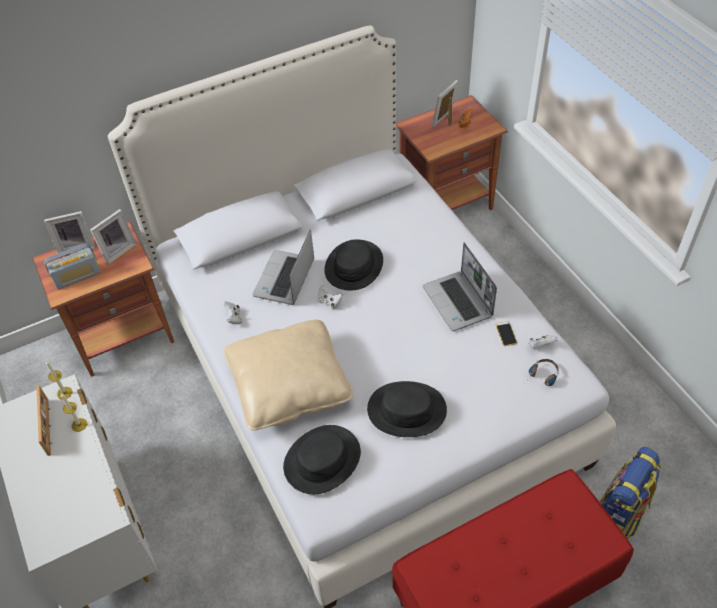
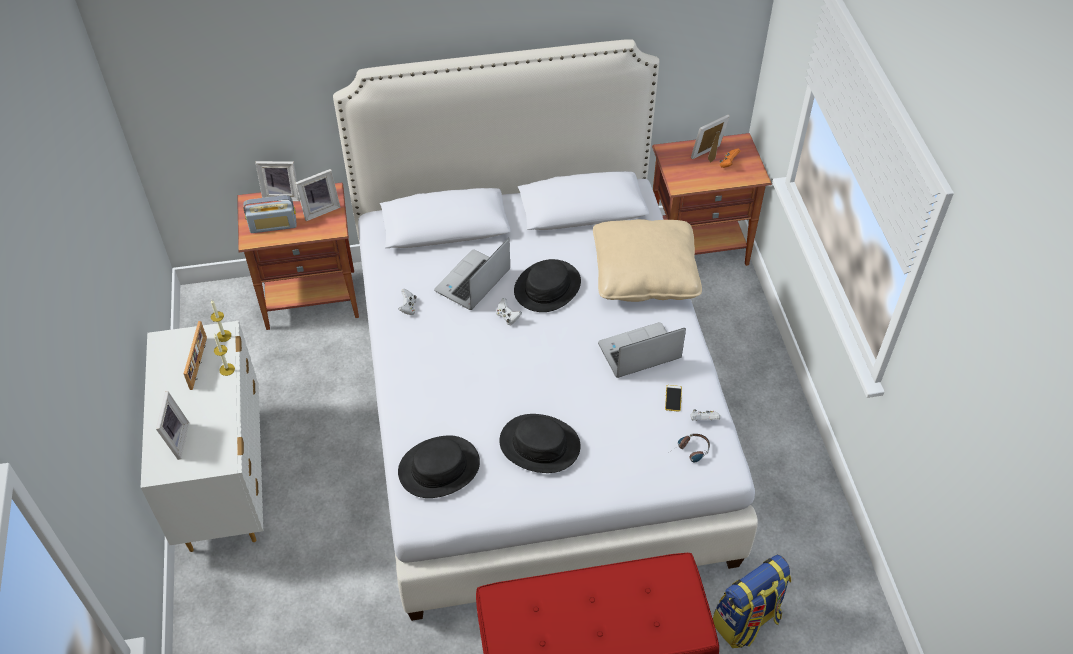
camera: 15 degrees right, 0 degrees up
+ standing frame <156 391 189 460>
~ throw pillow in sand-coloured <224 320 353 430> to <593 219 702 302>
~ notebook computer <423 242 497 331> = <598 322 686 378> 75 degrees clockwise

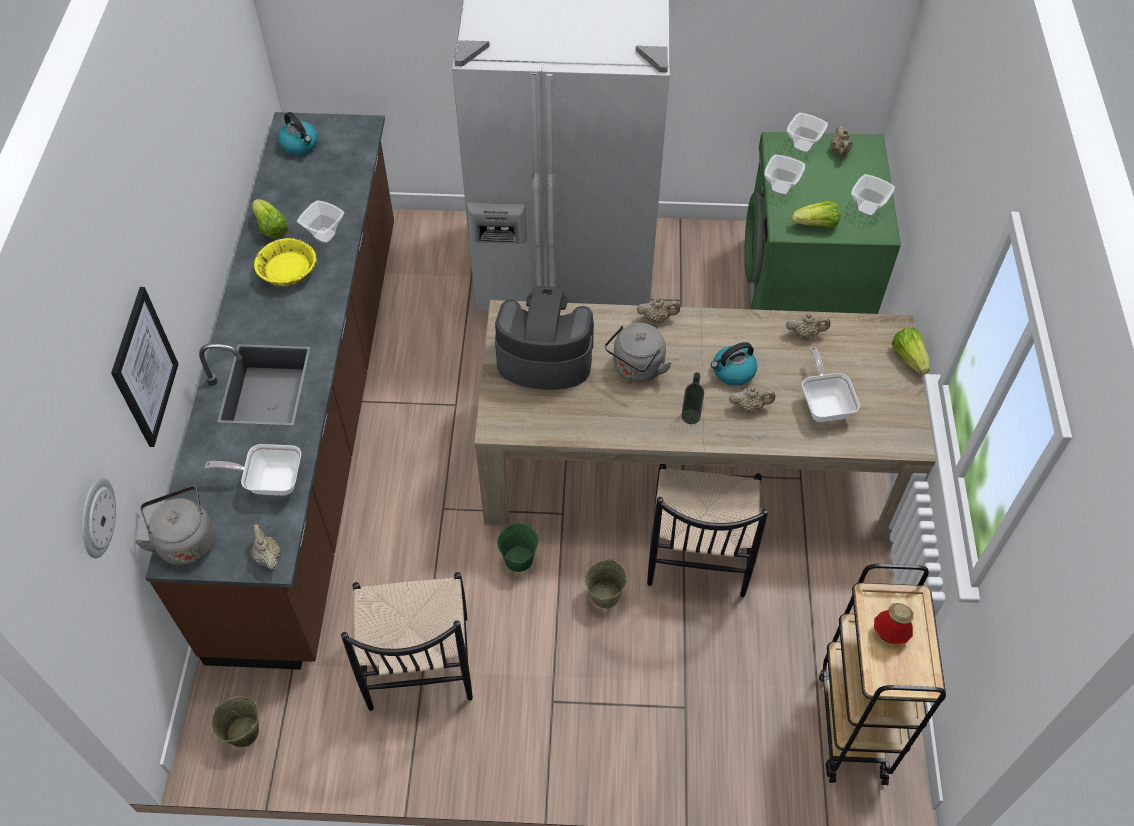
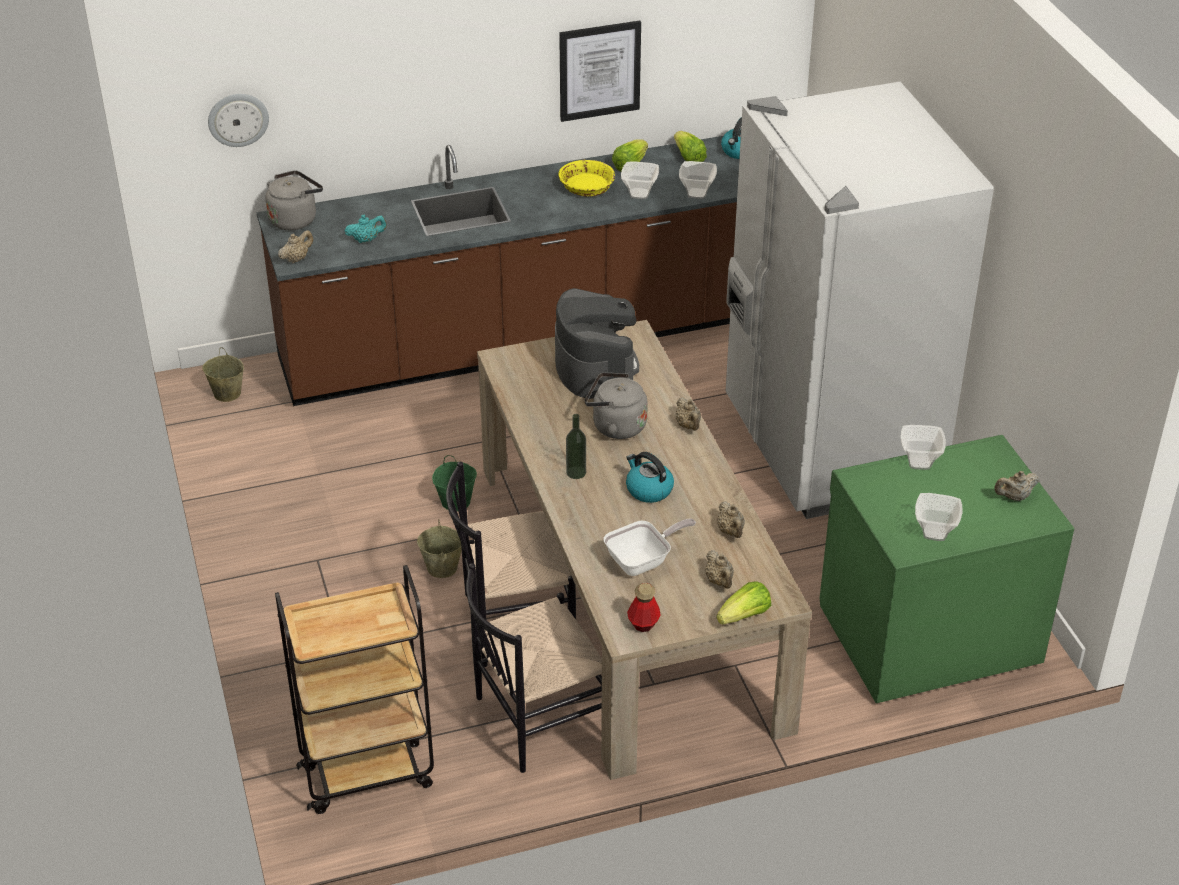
camera: 70 degrees right, 15 degrees down
~ wall art <111 287 178 447> to <559 21 641 122>
~ upright chair in blackish <341 572 473 711> to <466 563 602 773>
~ teapot in sand-coloured <729 387 775 413> to <706 550 734 589>
~ bowl <787 113 828 153> to <679 161 717 199>
~ head of lettuce <792 200 841 228> to <674 131 707 162>
~ drink bottle <874 603 913 644> to <627 583 661 632>
~ skillet <205 444 301 496> to teapot in blue-green <345 214 387 243>

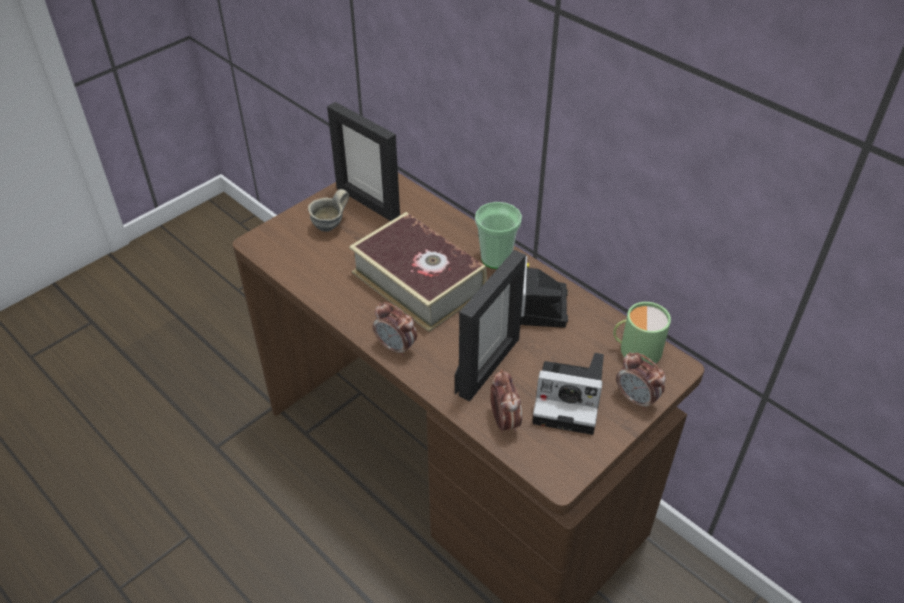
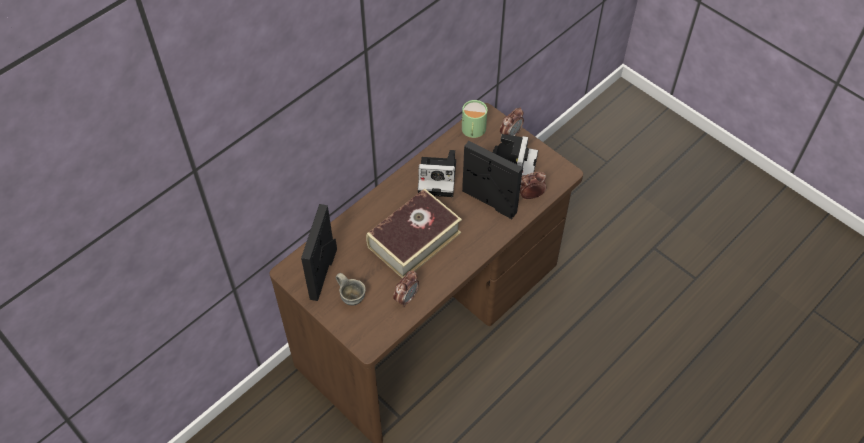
camera: 90 degrees left, 10 degrees up
- cup <475 202 522 269>
~ alarm clock <373 302 417 357> to <393 270 419 307>
~ standing frame <327 102 400 221> = <301 204 337 301> 150 degrees clockwise

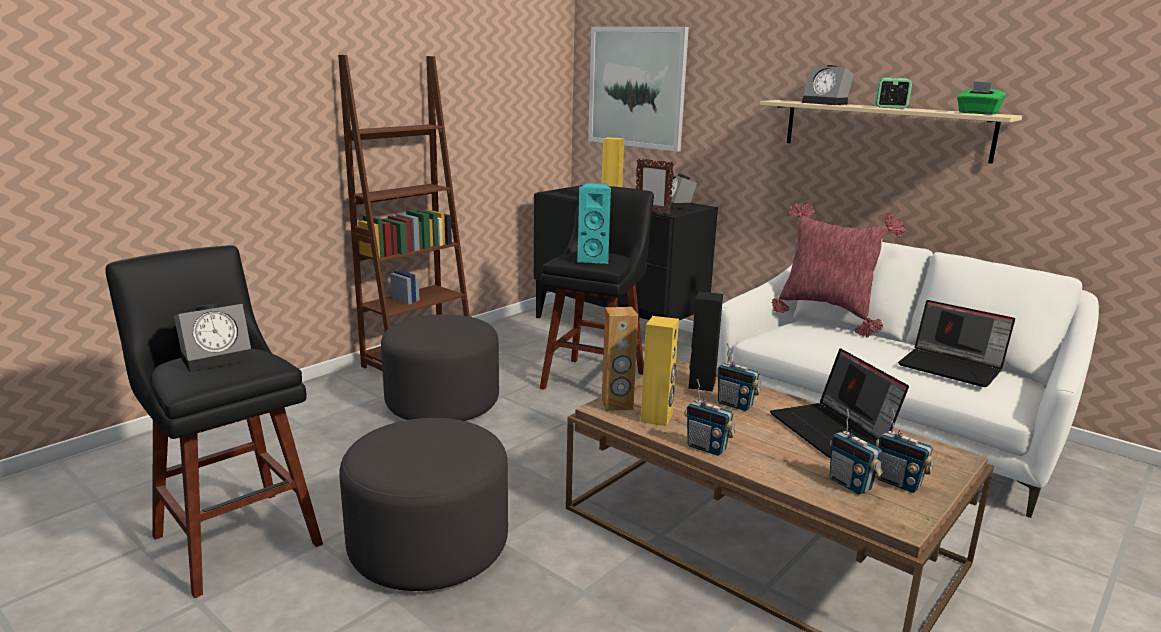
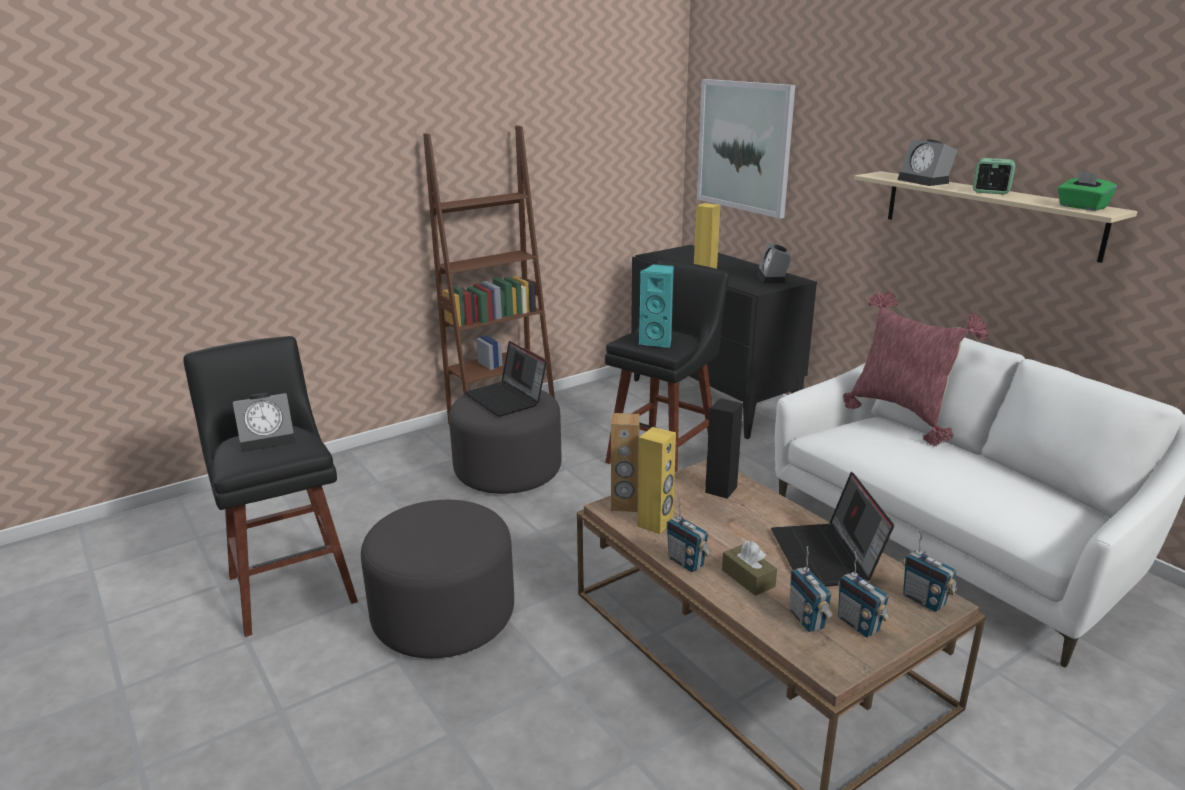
camera: 15 degrees right, 5 degrees up
- standing frame <636 158 674 215>
+ tissue box in brown-coloured <722 540 777 596>
~ radio receiver <715 343 761 411> to <902 530 957 612>
~ notebook computer <898 300 1015 387> to <465 341 547 417>

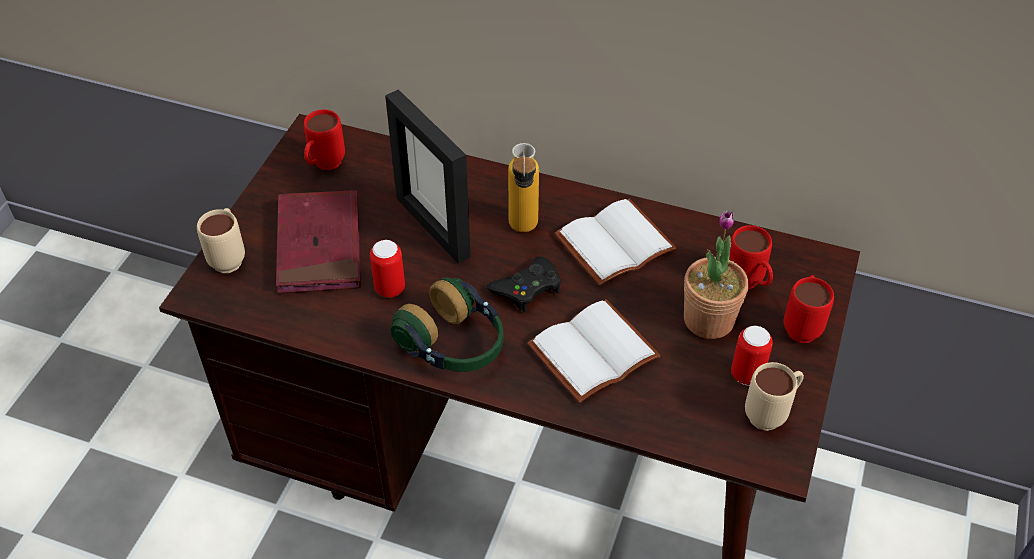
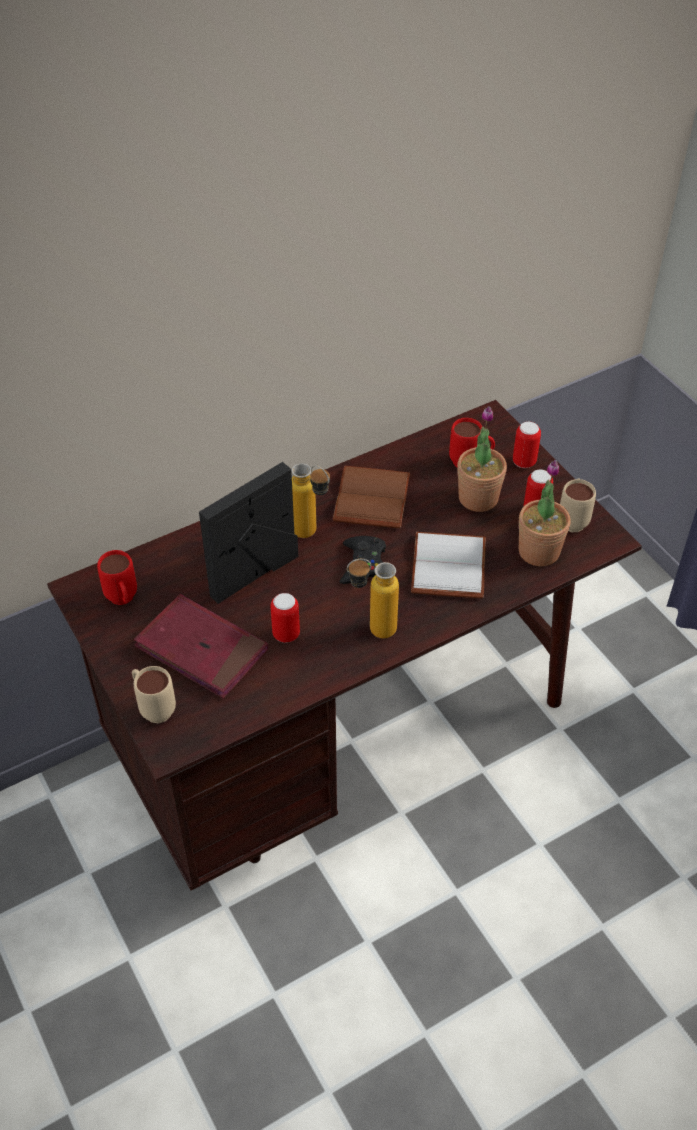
camera: 50 degrees left, 0 degrees up
+ potted plant <519 460 570 566>
~ headphones <391 278 504 372> to drink bottle <347 559 399 639>
~ tea mug in red-coloured <784 275 834 343> to metal can <513 422 541 468>
~ book in white <554 199 677 286> to book in brown-coloured <333 466 410 528>
~ standing frame <385 89 471 264> = <199 462 298 604> 135 degrees clockwise

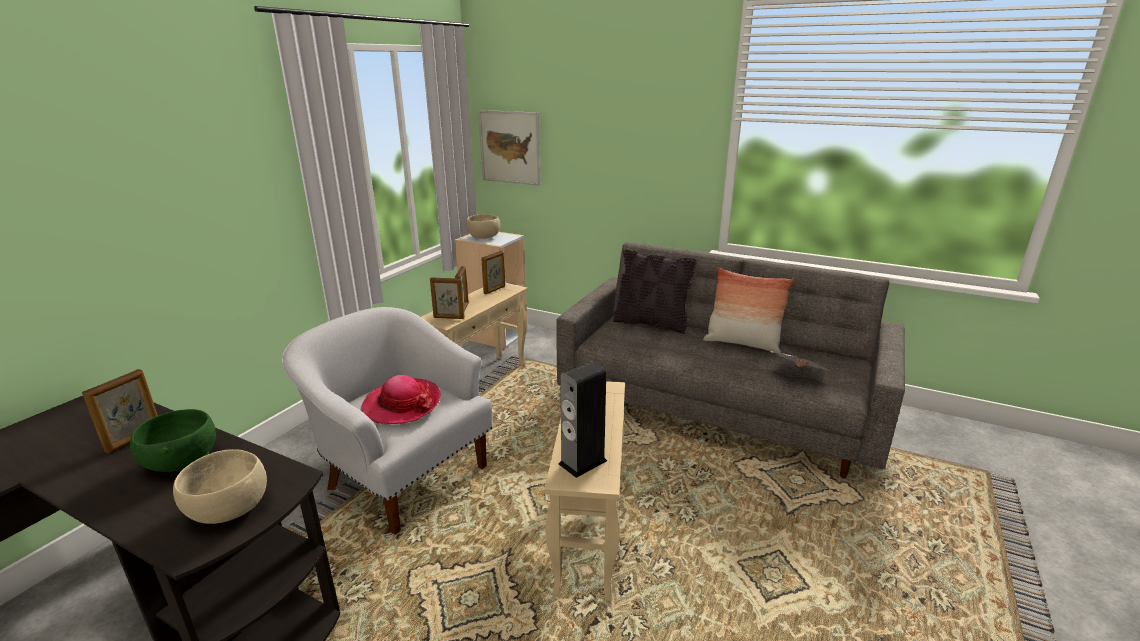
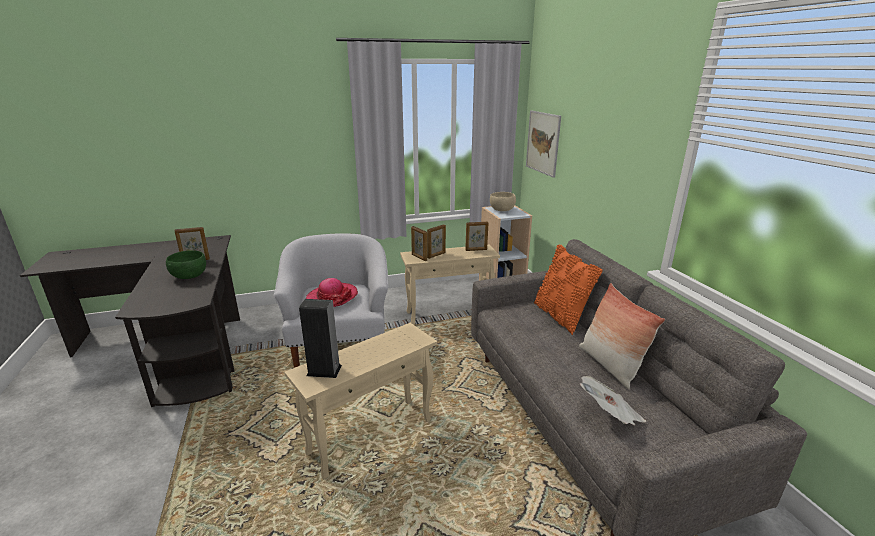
camera: 45 degrees right, 0 degrees up
- bowl in sand-coloured <173 449 267 524>
~ throw pillow in blackish <613 249 697 334> to throw pillow in orange-coloured <534 244 602 335>

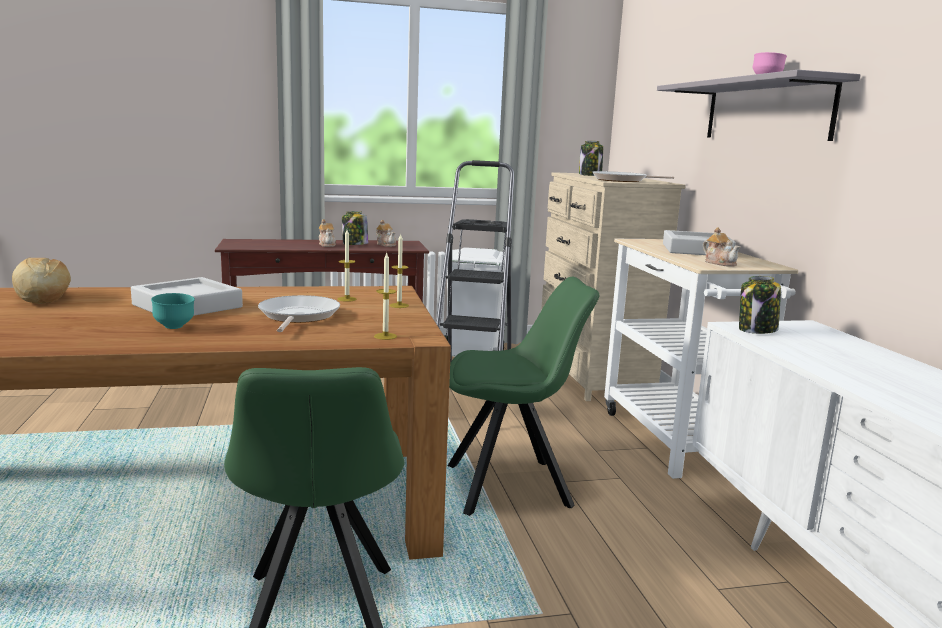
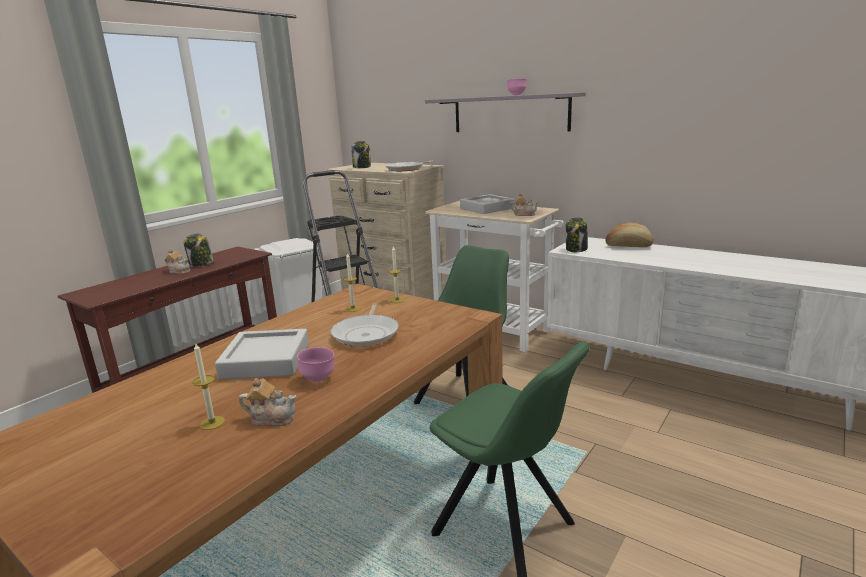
camera: 40 degrees left, 5 degrees up
~ baked bread <12 258 71 304> to <606 223 653 247>
~ candle <374 253 397 340> to <193 342 225 430>
~ teapot <376 220 397 247> to <239 378 296 426>
~ bowl in blue-green <151 293 195 329> to bowl in pink-coloured <297 347 334 382>
~ skillet <258 295 340 332> = <331 303 399 347> 135 degrees counterclockwise

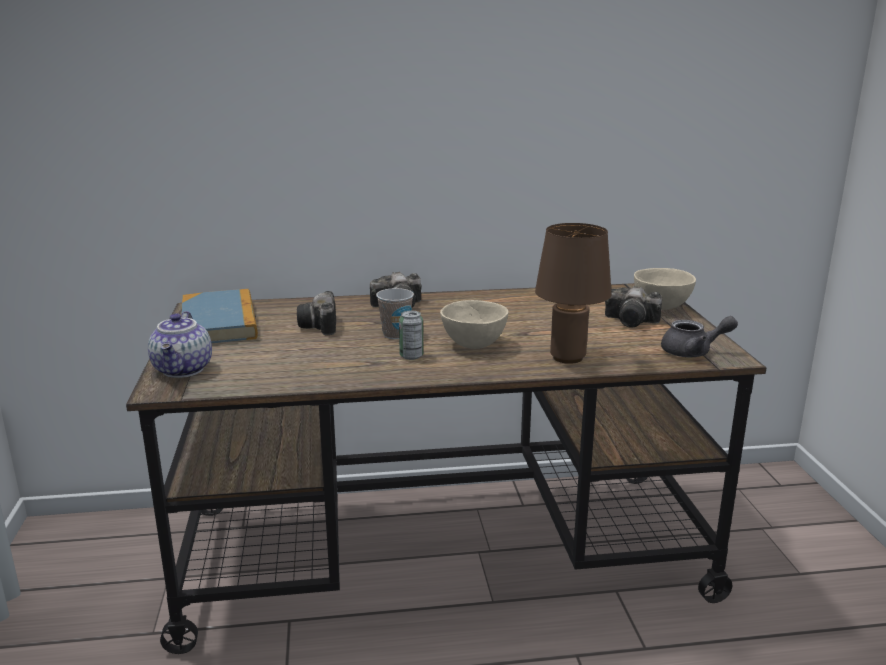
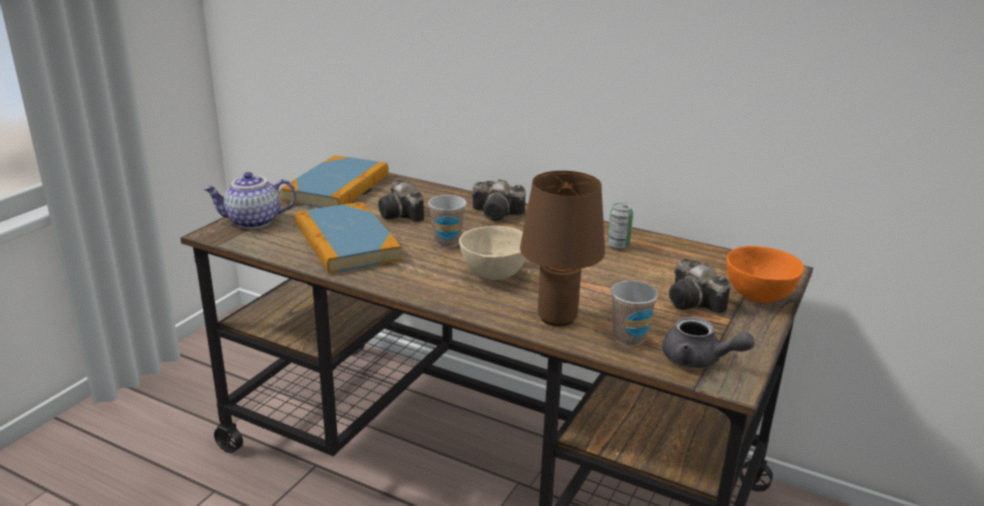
camera: 35 degrees right, 5 degrees up
+ book <295 202 401 274>
+ cup <611 281 658 346>
~ metal can <399 310 423 360> to <607 203 633 249>
~ bowl in sand-coloured <634 268 696 310> to bowl in orange-coloured <727 246 804 303>
~ teapot <148 311 212 378> = <203 172 297 229> 45 degrees clockwise
~ photo camera <297 291 336 335> = <378 180 424 223> 60 degrees counterclockwise

